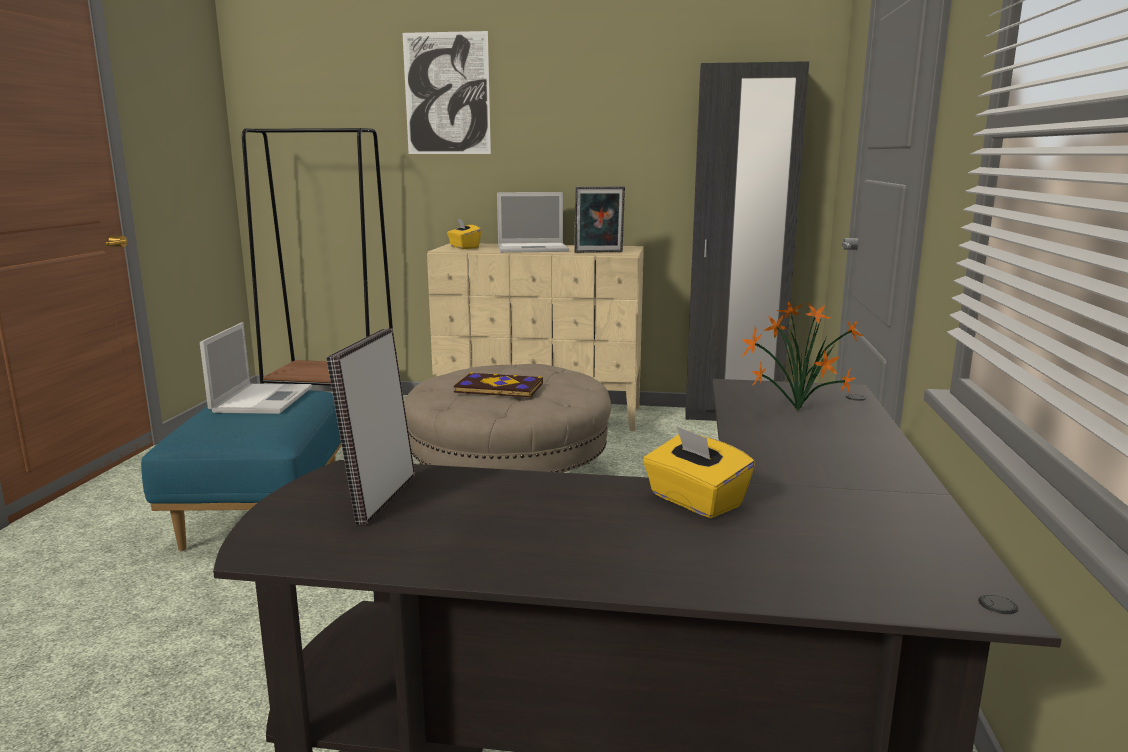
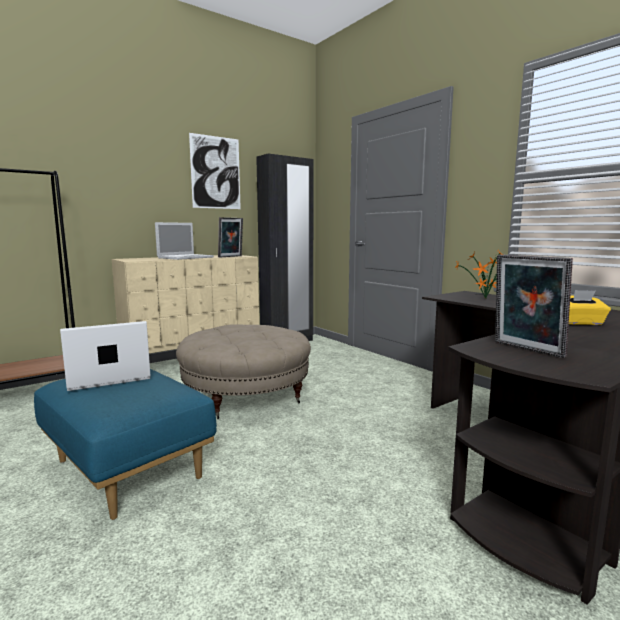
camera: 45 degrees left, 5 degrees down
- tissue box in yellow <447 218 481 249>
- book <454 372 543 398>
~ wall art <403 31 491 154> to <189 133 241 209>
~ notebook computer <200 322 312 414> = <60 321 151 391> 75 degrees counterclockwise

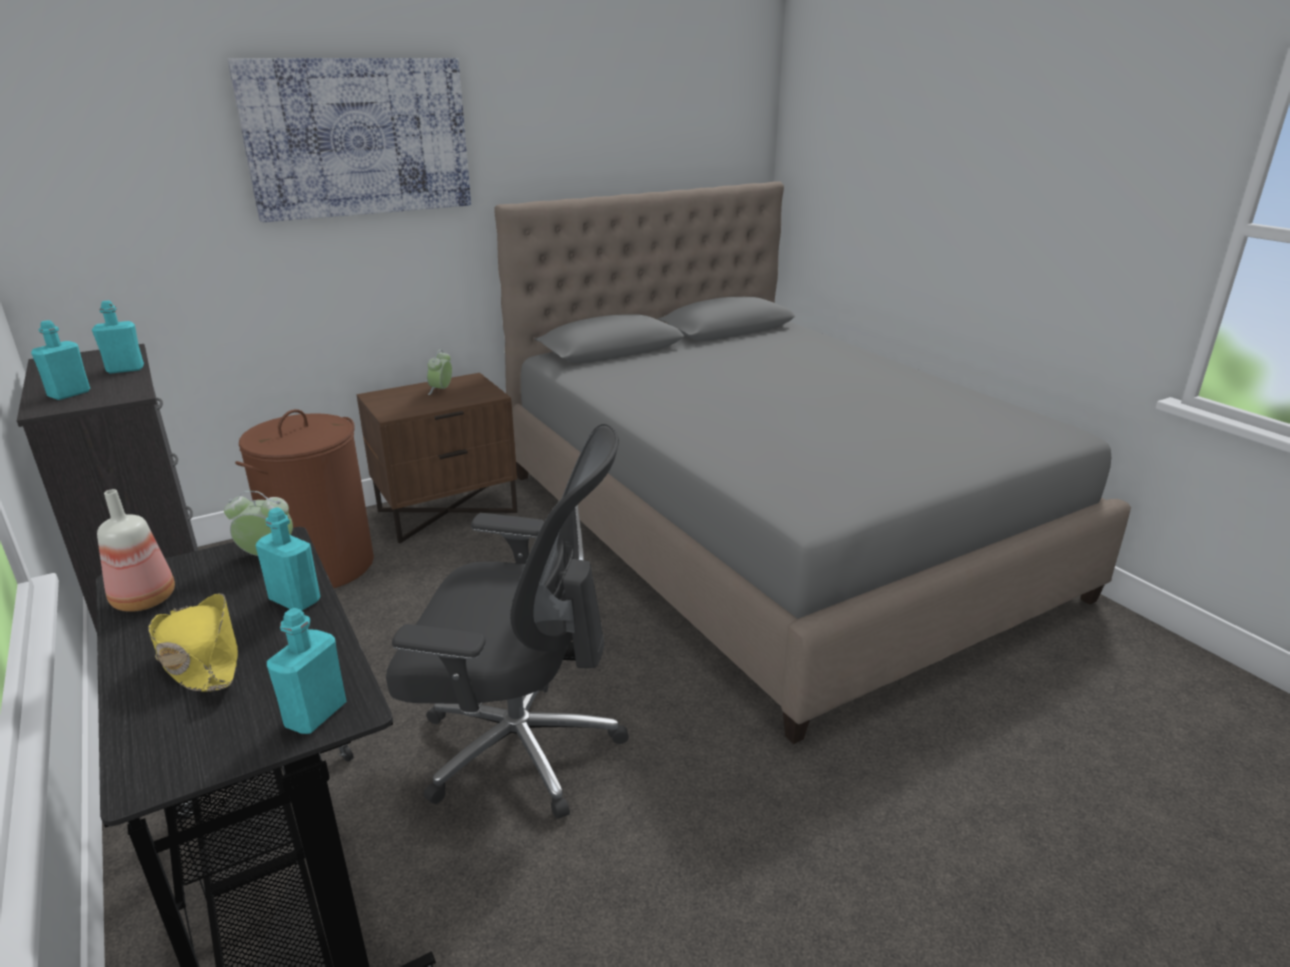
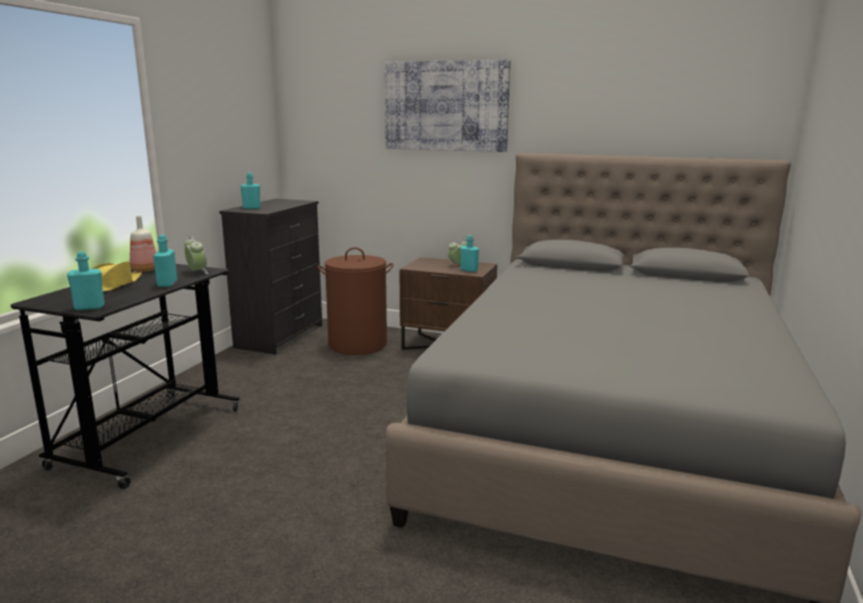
camera: 50 degrees right, 10 degrees down
- desk chair <386 424 629 819>
~ drink bottle in blue-green <92 301 144 374> to <460 235 479 272>

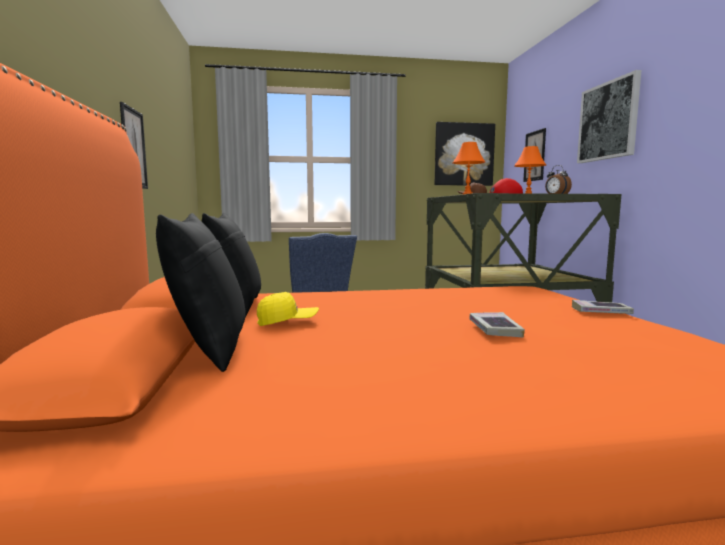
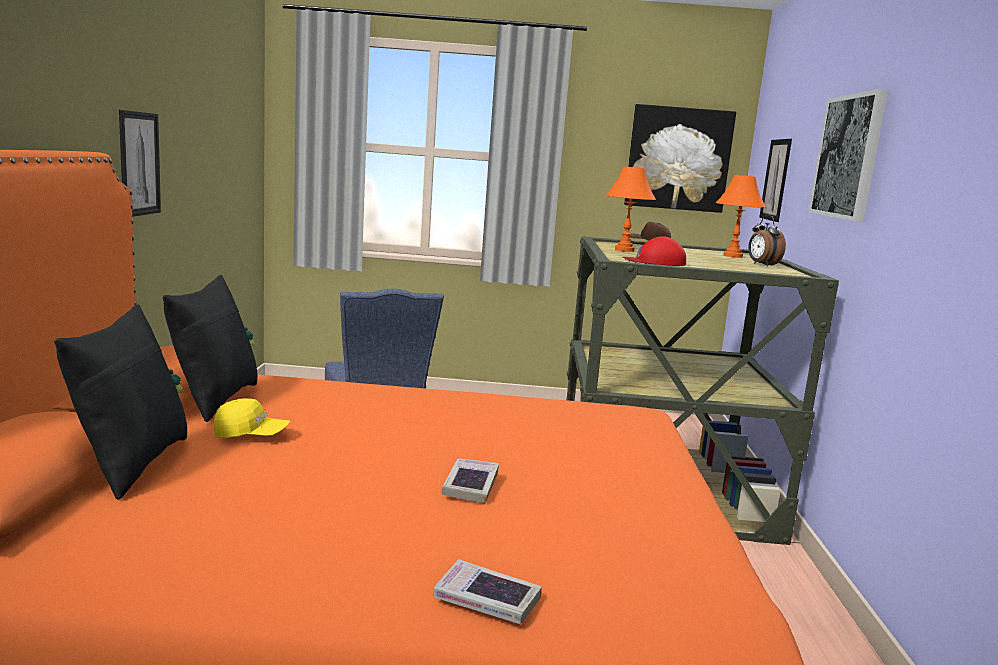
camera: 10 degrees right, 5 degrees up
~ book <572 300 634 314> to <433 559 542 624>

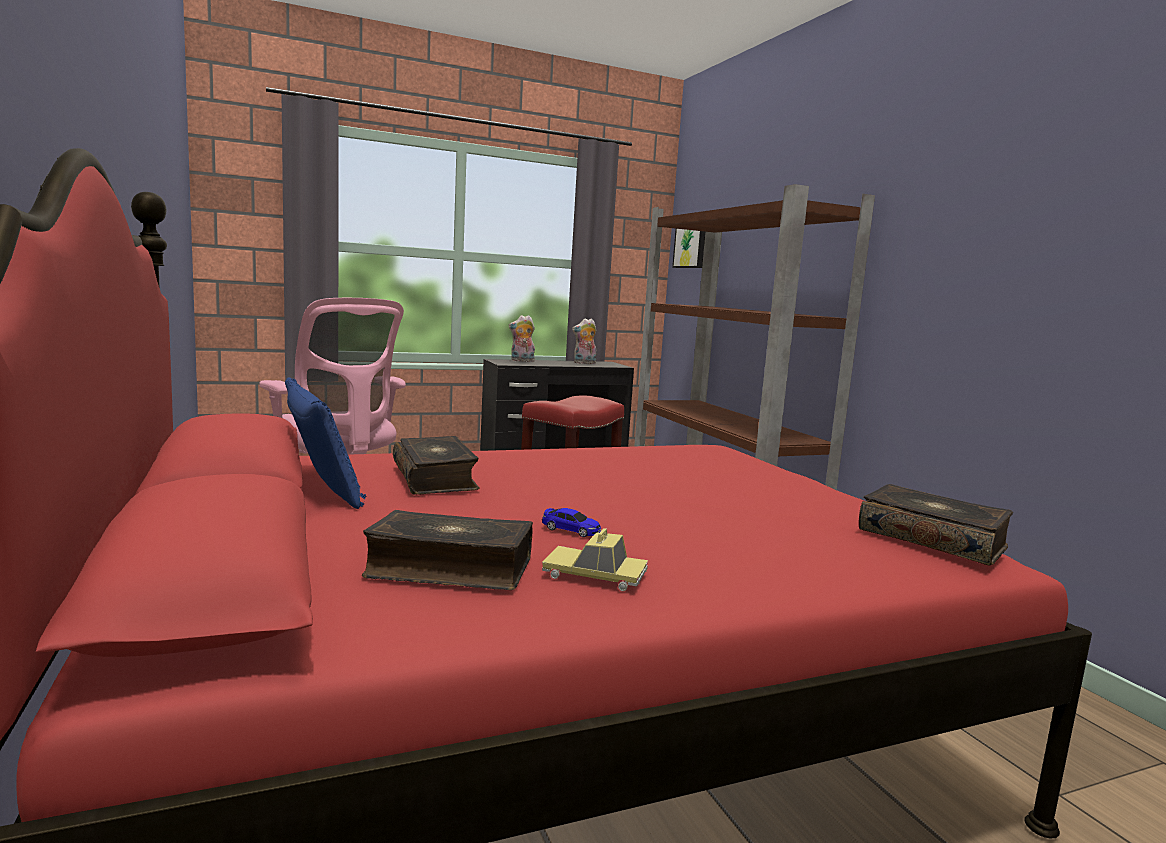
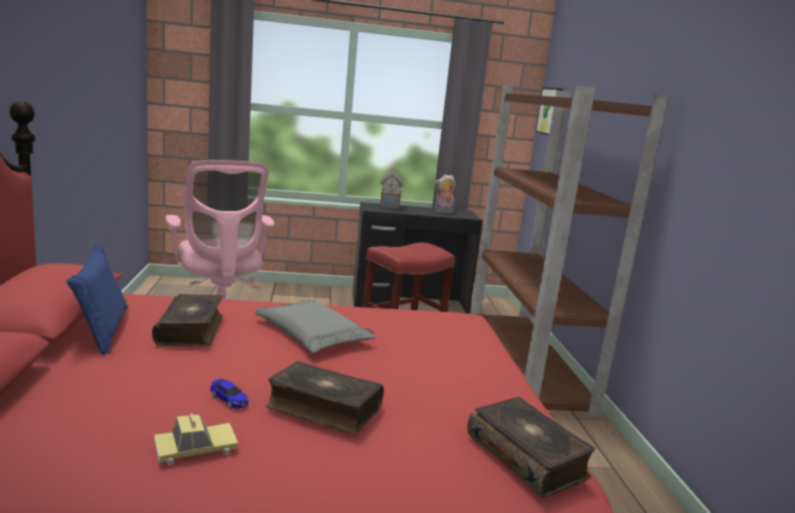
camera: 15 degrees right, 5 degrees up
+ throw pillow in greyish <254 299 375 354>
~ book <362 510 533 590> to <266 361 384 434>
~ plush toy <509 315 535 362> to miniature house <380 168 404 210>
~ miniature car <542 528 648 591> = <154 413 238 465> 120 degrees clockwise

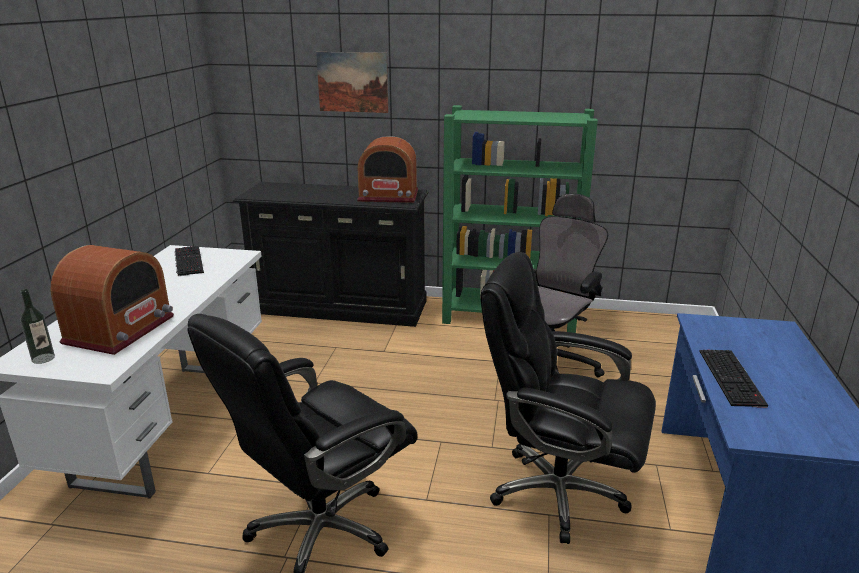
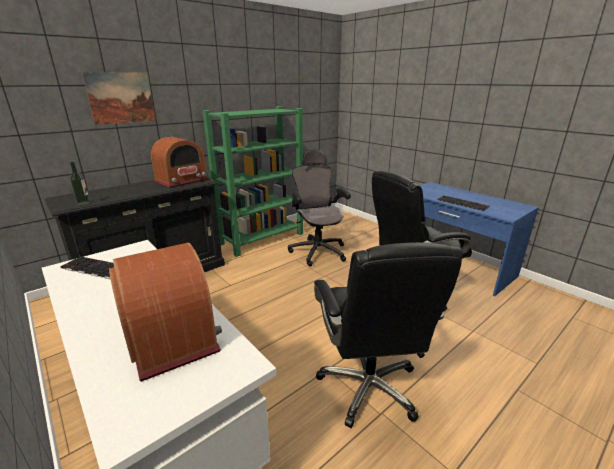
camera: 50 degrees left, 0 degrees up
~ drink bottle <20 289 55 364> to <70 161 90 205>

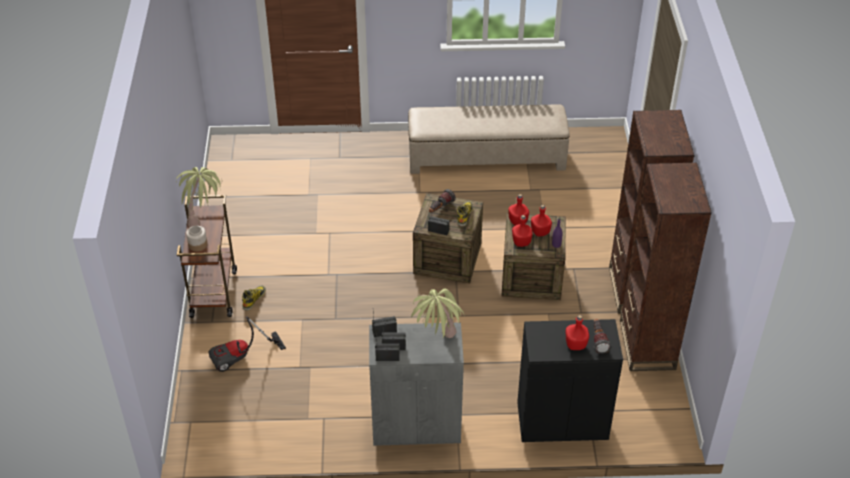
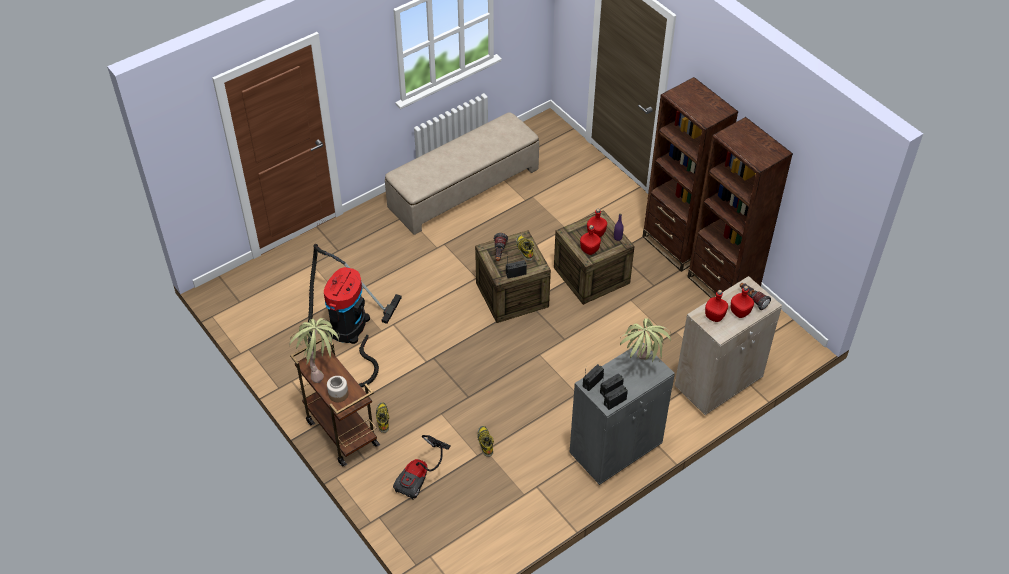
camera: 35 degrees left, 5 degrees up
+ vacuum cleaner <308 244 402 387>
+ high-top boot <477 426 494 457>
~ drink bottle in red-coloured <508 194 529 225> to <705 290 728 322>
~ cupboard in blackish <517 319 623 442> to cupboard in sand-coloured <674 276 782 415>

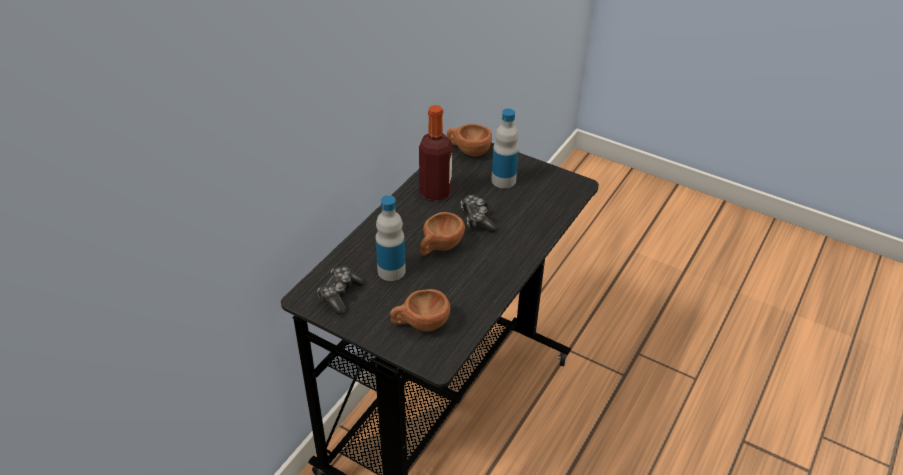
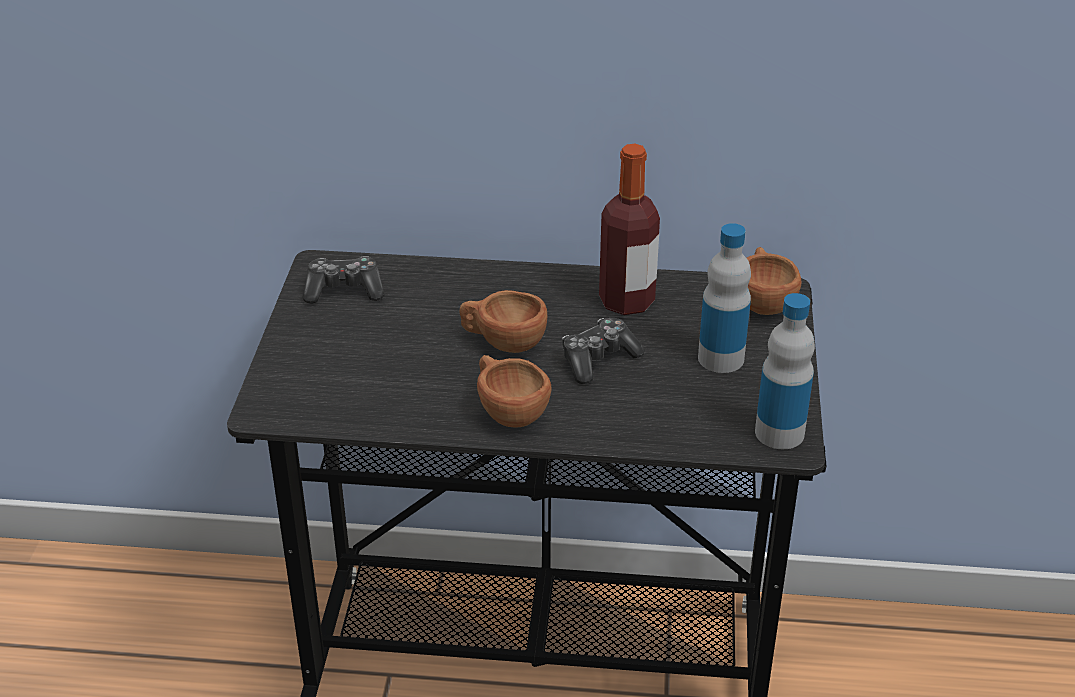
camera: 65 degrees right, 5 degrees down
~ drink bottle <376 195 406 281> to <755 293 815 449>
~ cup in brown-coloured <390 289 450 332> to <477 355 552 427>

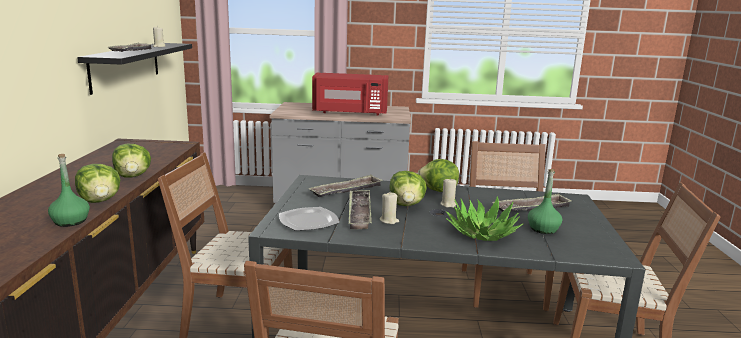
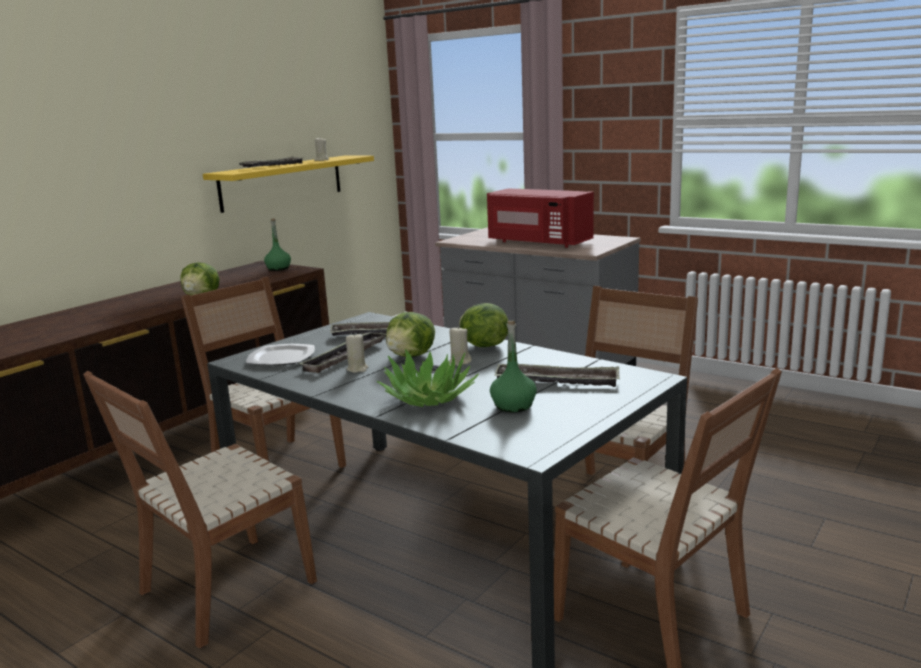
camera: 35 degrees right, 0 degrees up
- head of lettuce <75 164 121 203>
~ drink bottle in green <48 154 90 227> to <264 219 291 271>
~ shelf in blackish <77 43 192 95> to shelf in yellow <203 155 374 213>

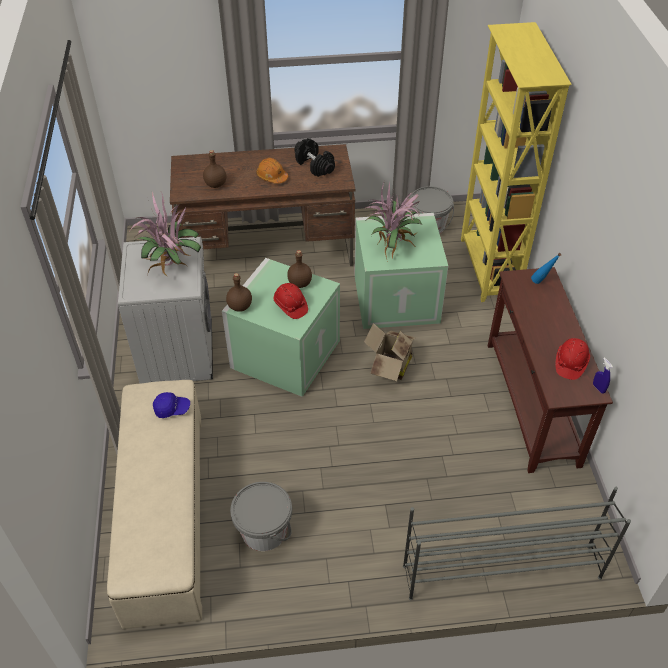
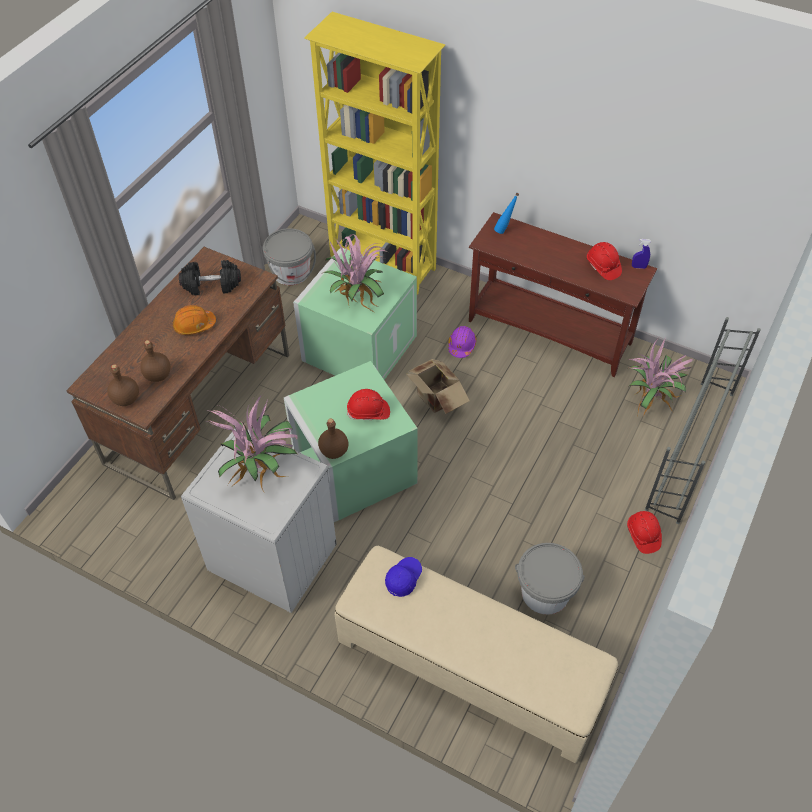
camera: 55 degrees left, 5 degrees up
+ hard hat in purple <448 326 477 358>
+ potted plant <627 337 693 419>
+ hard hat in red-coloured <627 511 662 554>
~ drink bottle in brown-coloured <287 250 312 288> to <107 364 139 406>

